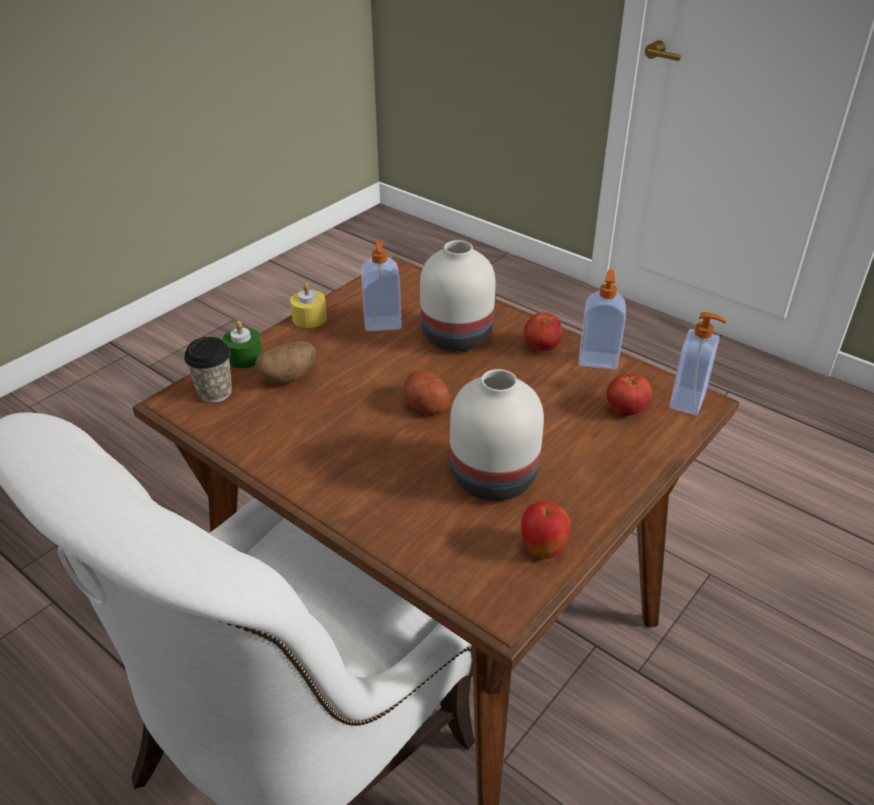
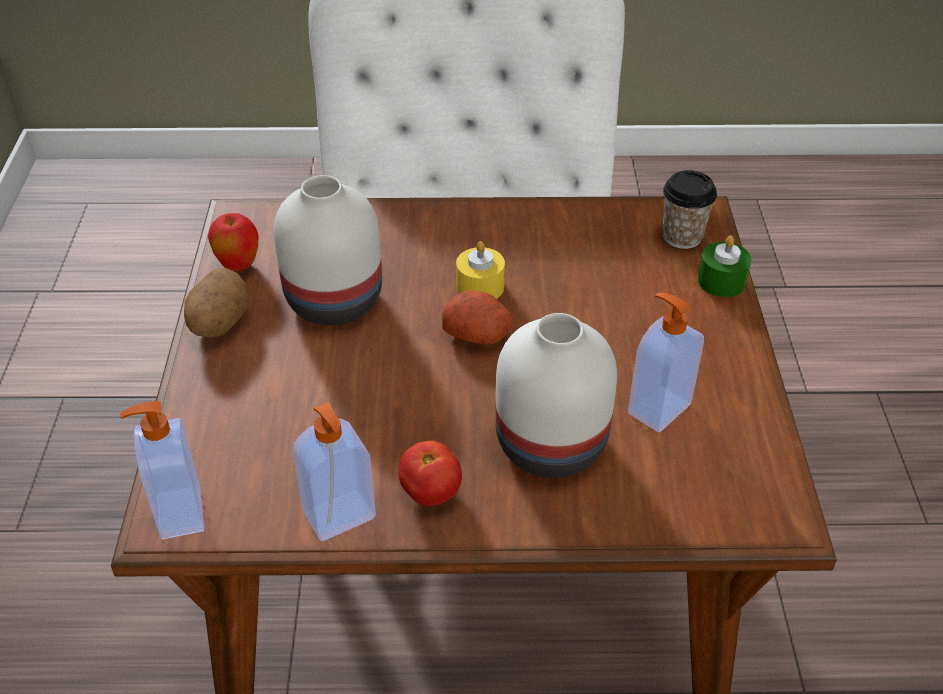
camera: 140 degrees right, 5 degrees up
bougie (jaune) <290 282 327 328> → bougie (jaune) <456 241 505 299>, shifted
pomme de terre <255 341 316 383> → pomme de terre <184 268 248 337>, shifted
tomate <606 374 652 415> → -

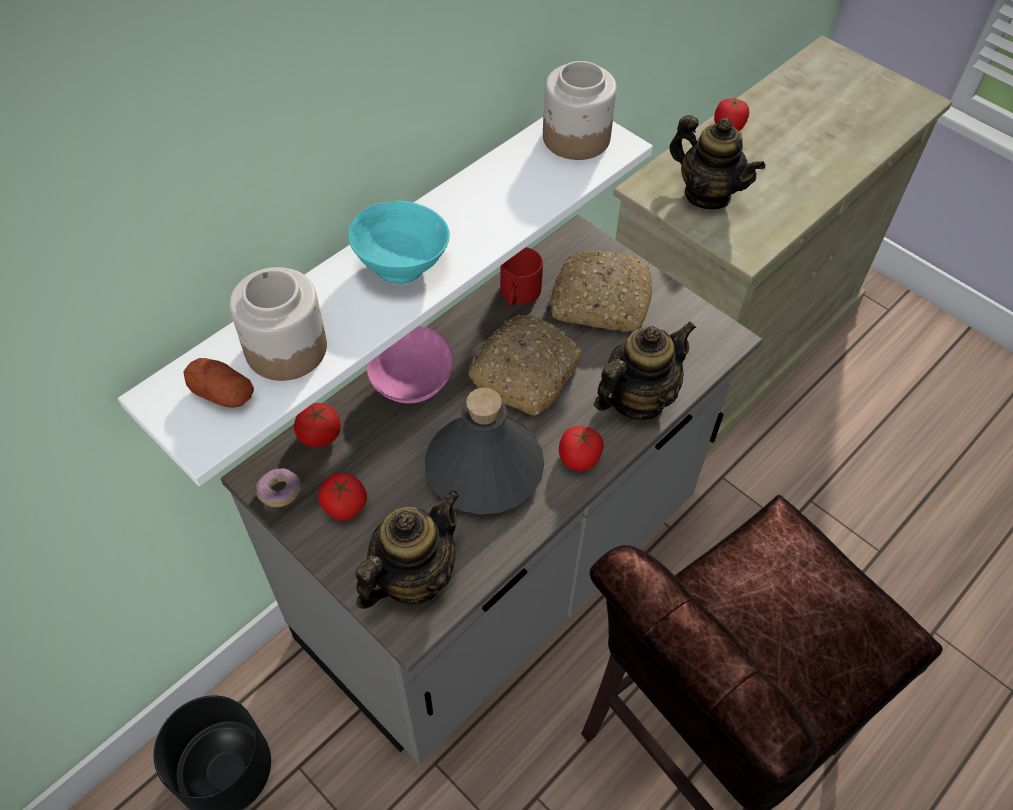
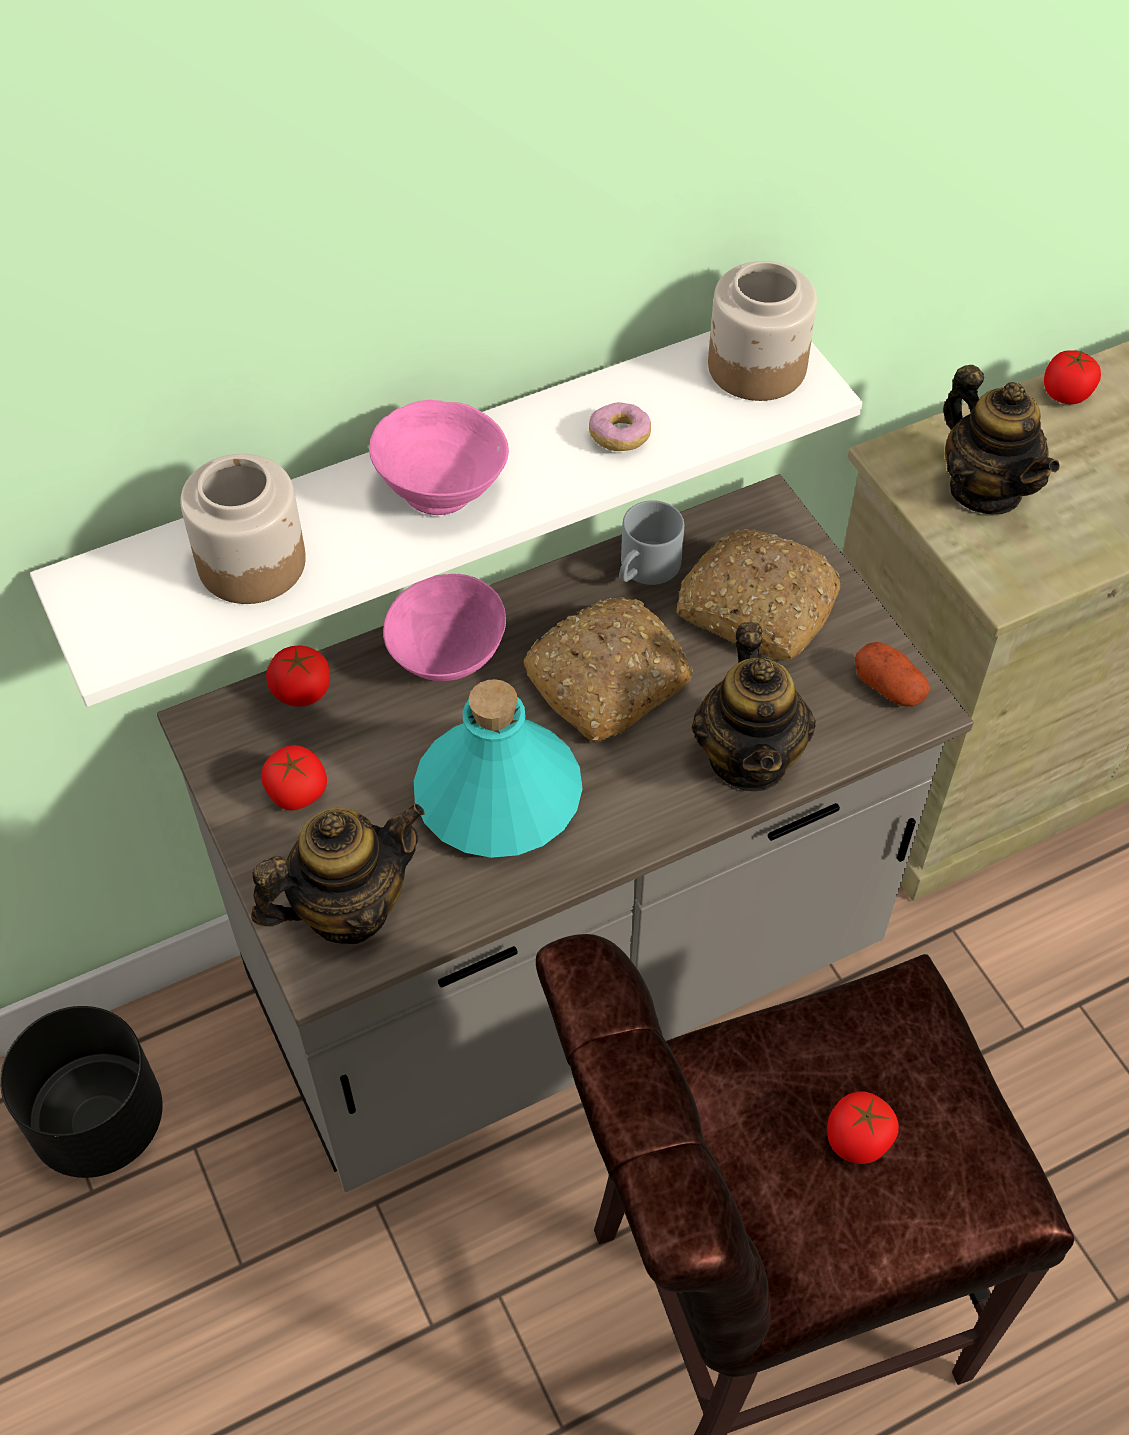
camera: 20 degrees right, 0 degrees up
bol (turquoise) <348 201 450 284> → bol (rose) <369 400 509 515>
mug (rouge) <500 247 543 306> → mug (gris) <619 500 684 585>
théière <594 321 696 420> → théière <692 622 816 792>, 105 degrees clockwise
pomme de terre <183 358 254 408> → pomme de terre <855 642 930 707>, shifted
bouteille (gris) <425 388 544 515> → bouteille (turquoise) <414 679 583 858>
tomate <559 426 604 471> → tomate <827 1092 899 1164>, shifted
beignet <256 468 301 507> → beignet <589 402 651 451>, shifted

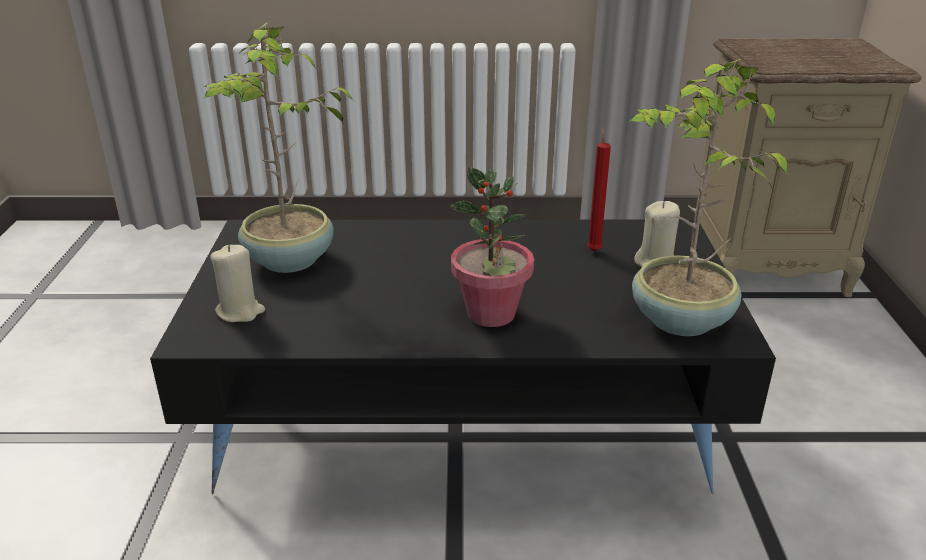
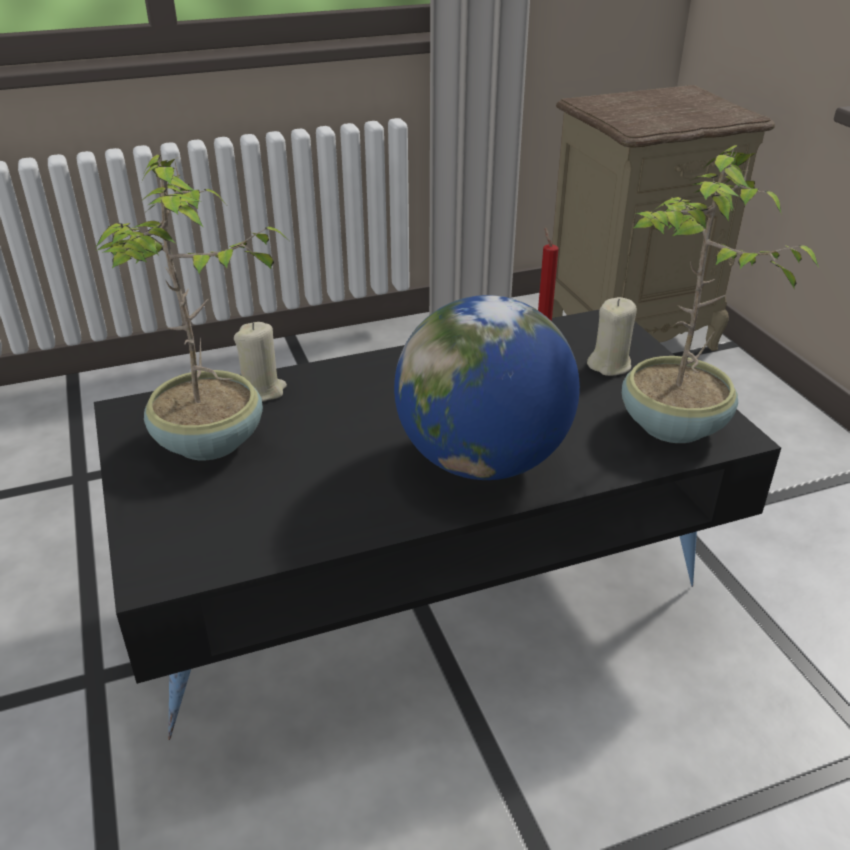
camera: 20 degrees left, 5 degrees up
plante en pot <450 167 534 327> → globe <394 295 580 480>
bougie (beige) <210 245 265 322> → bougie (beige) <234 322 287 402>, shifted

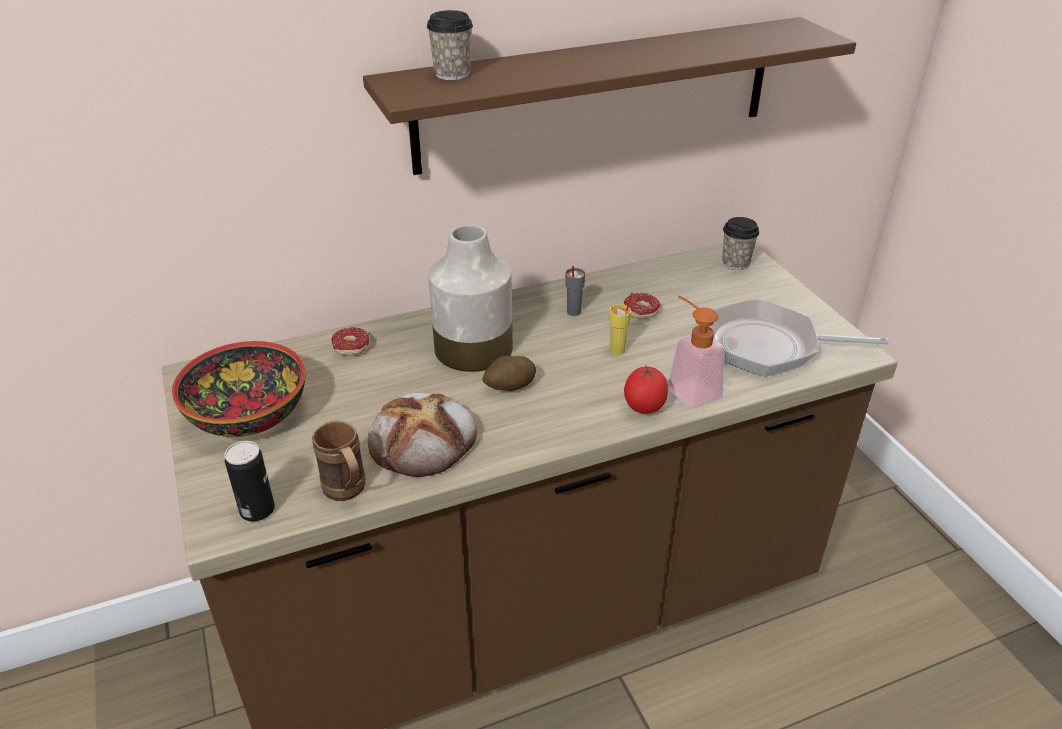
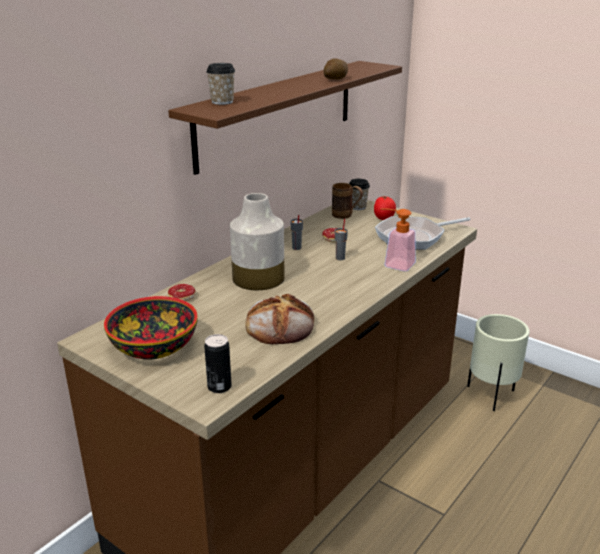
camera: 30 degrees left, 10 degrees down
tasse (jaune) <610 292 633 355> → tasse (gris) <335 218 348 260>
pomme de terre <482 356 536 391> → pomme de terre <324 59 348 79>, shifted
tomate <624 366 668 414> → tomate <374 196 396 220>, shifted
mug (marron) <312 421 366 501> → mug (marron) <332 183 363 219>, shifted
- → cache-pot (beige) <467 314 529 411>

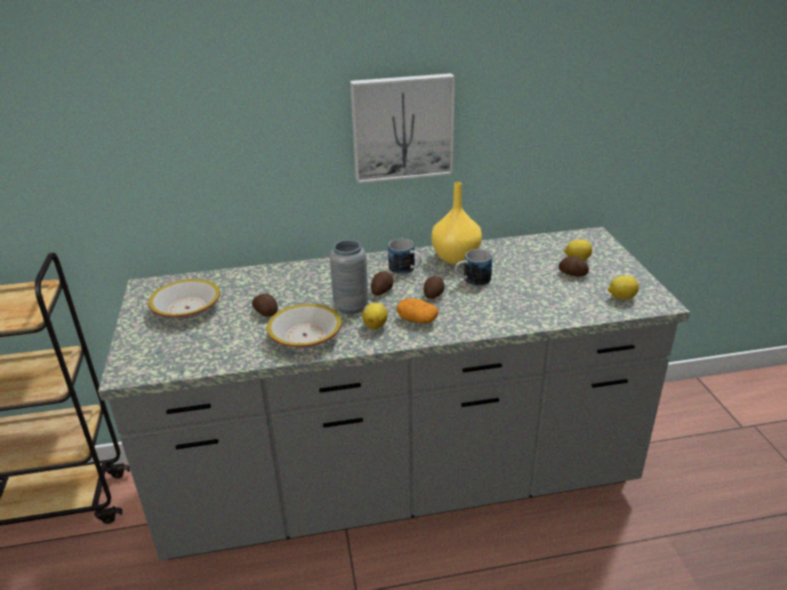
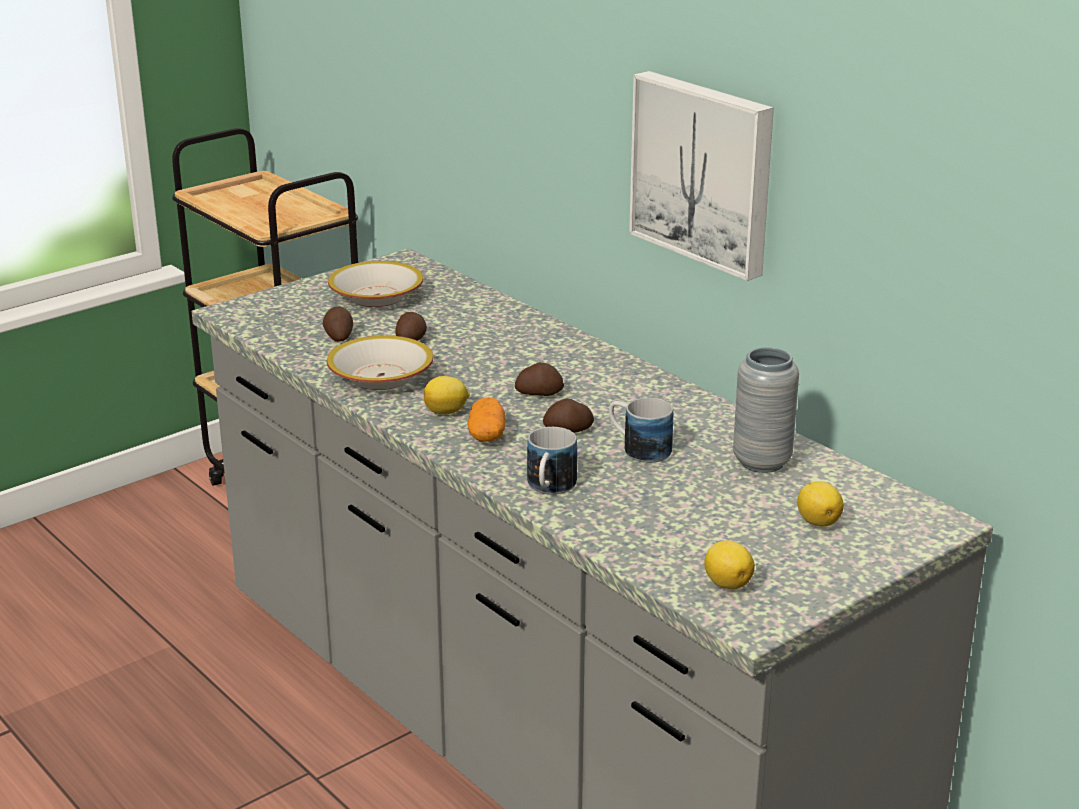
camera: 60 degrees right, 5 degrees down
vase (jaune) <431 182 482 265> → -
mug <388 239 422 274> → mug <527 427 577 494>, shifted
vase (gris) <329 240 368 314> → vase (gris) <733 347 799 473>, shifted
pomme de terre <559 256 589 276> → pomme de terre <323 307 353 342>, shifted

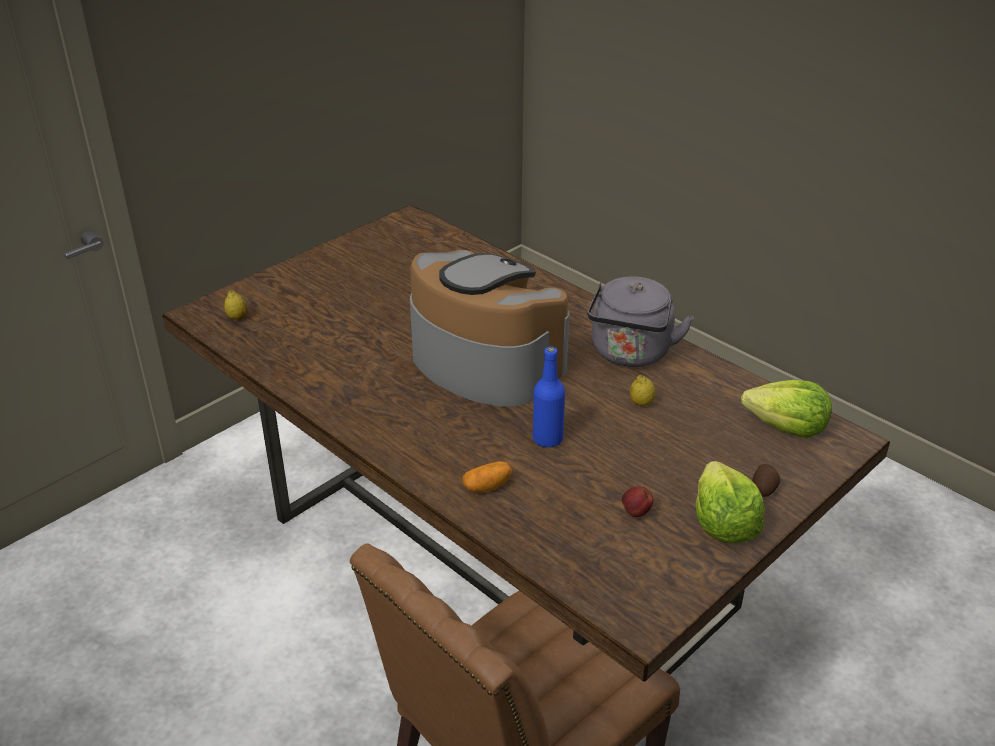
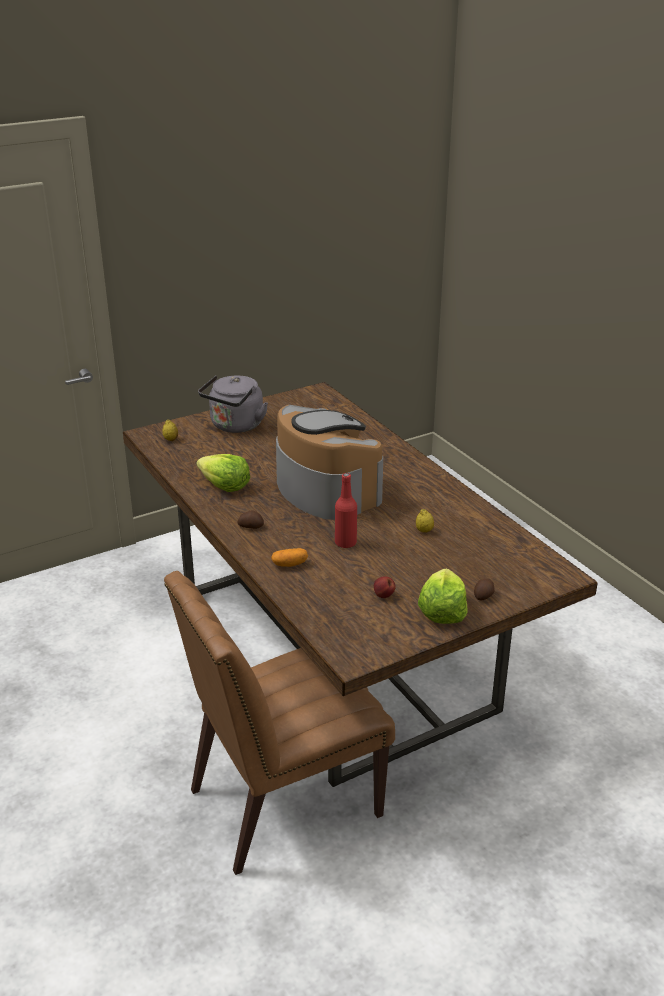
camera: 15 degrees right, 5 degrees down
bouilloire (gris) <587 276 694 367> → bouilloire (gris) <198 375 268 433>, shifted
bouteille (bleu) <533 346 565 448> → bouteille (rouge) <335 473 357 548>
laitue <741 380 832 438> → laitue <196 454 250 492>, shifted
- → pomme de terre <237 510 264 529>

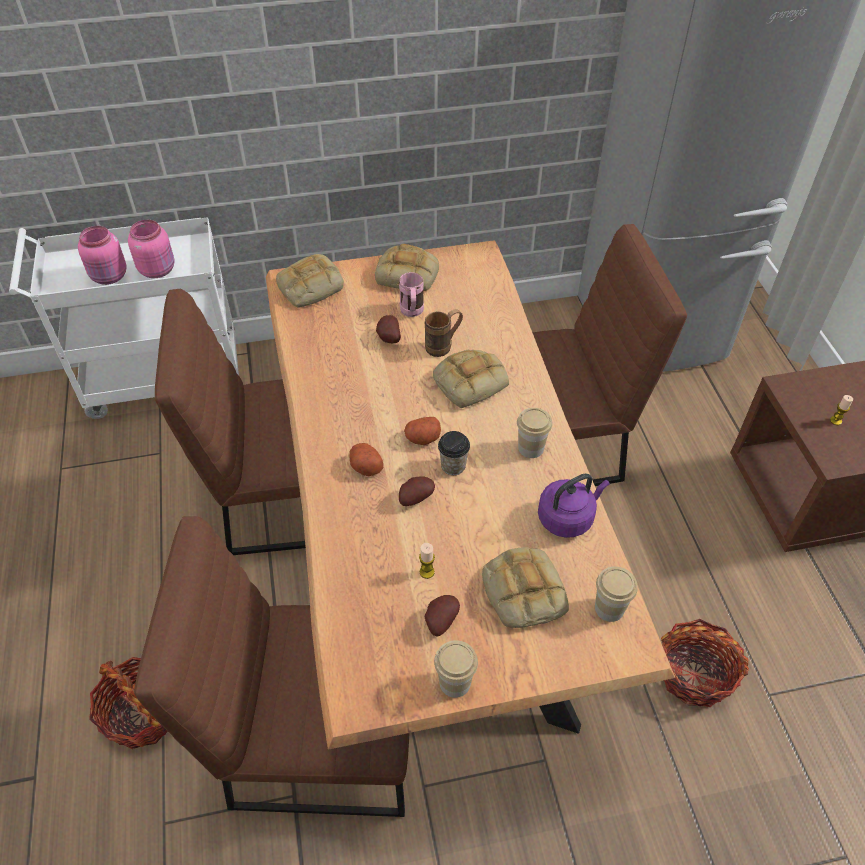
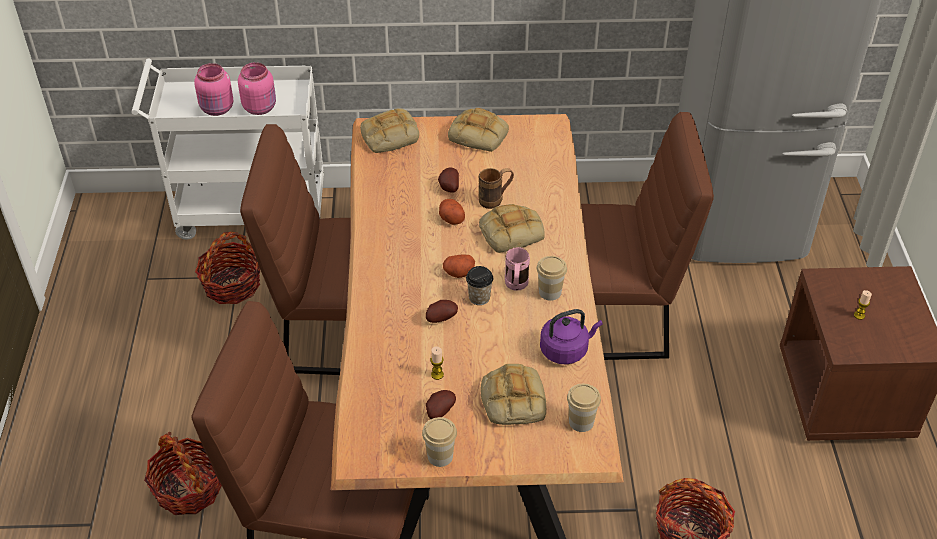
camera: 10 degrees right, 5 degrees down
mug (rose) <399 272 424 317> → mug (rose) <505 247 530 291>, shifted
pomme de terre <349 443 383 476> → pomme de terre <439 199 465 225>, shifted
- → panier <195 232 260 304>

